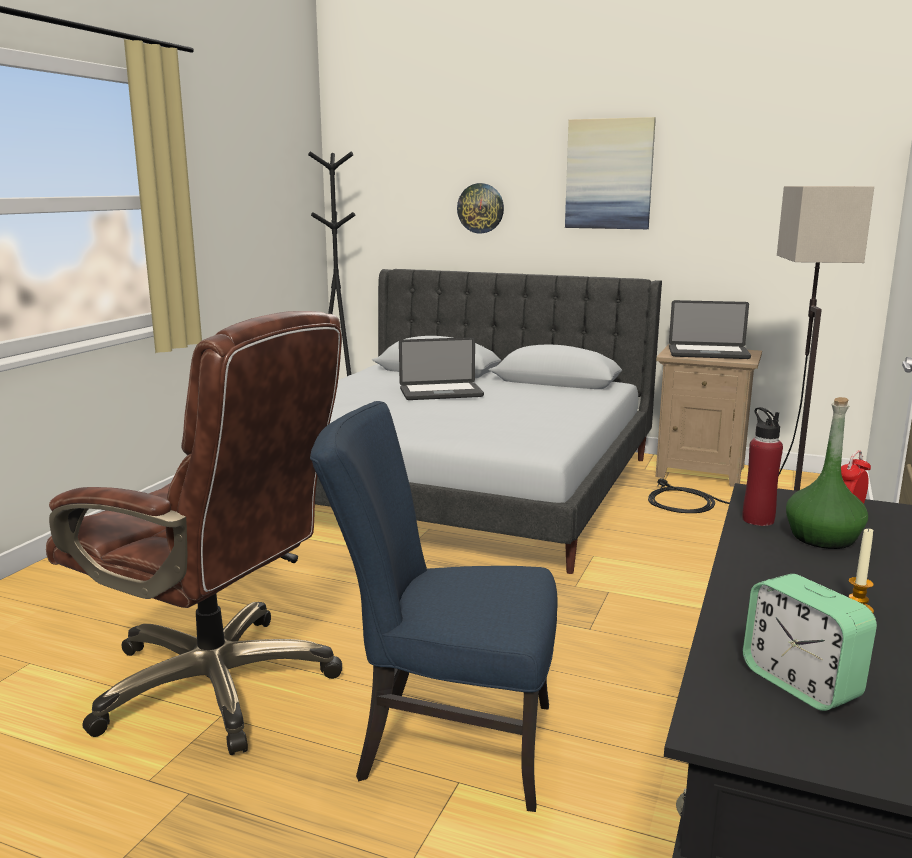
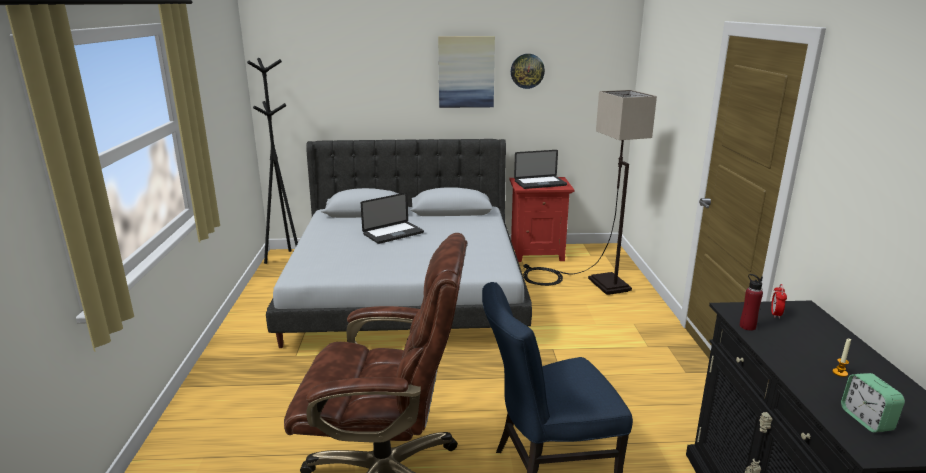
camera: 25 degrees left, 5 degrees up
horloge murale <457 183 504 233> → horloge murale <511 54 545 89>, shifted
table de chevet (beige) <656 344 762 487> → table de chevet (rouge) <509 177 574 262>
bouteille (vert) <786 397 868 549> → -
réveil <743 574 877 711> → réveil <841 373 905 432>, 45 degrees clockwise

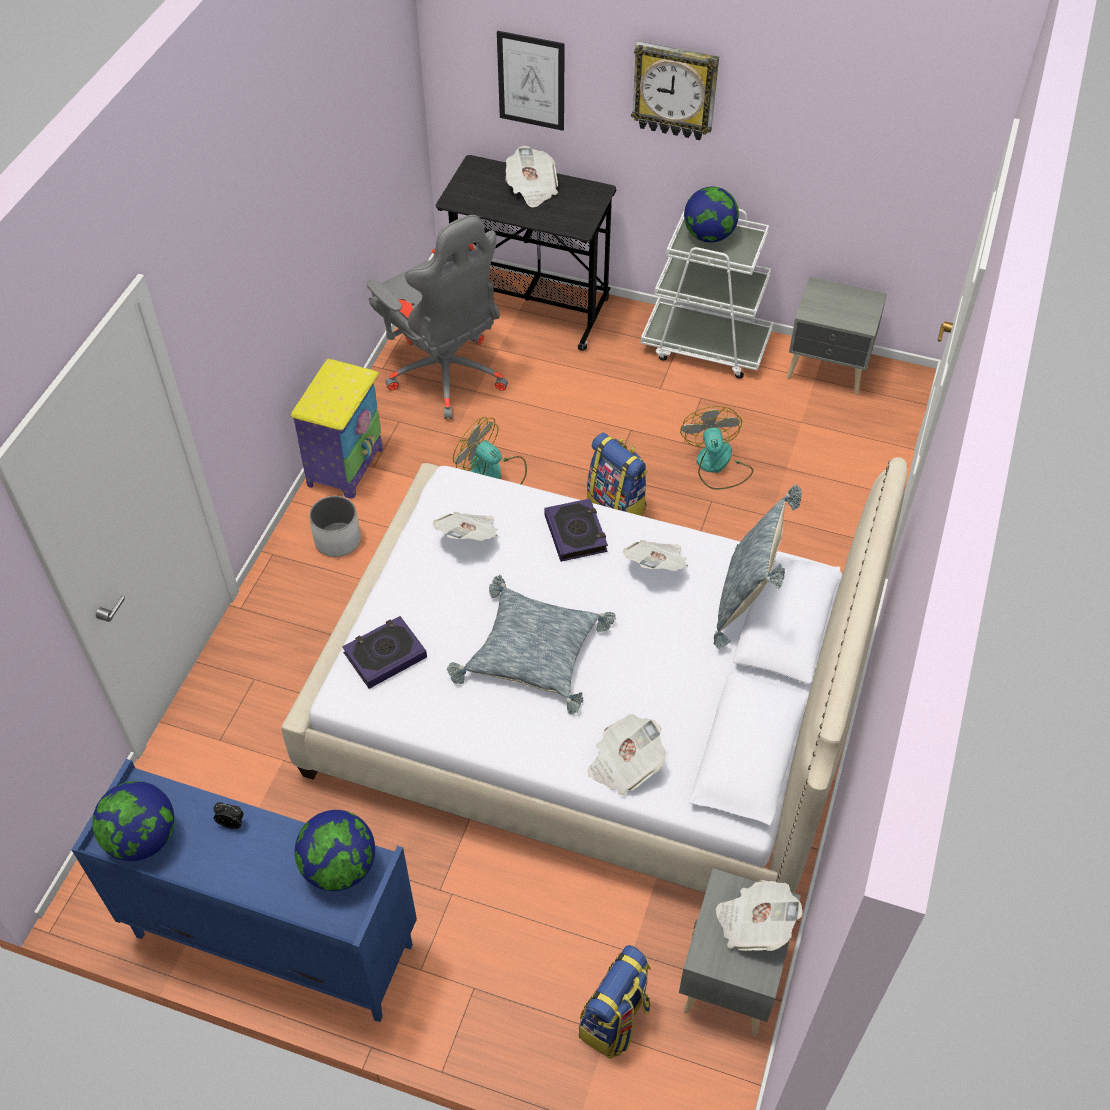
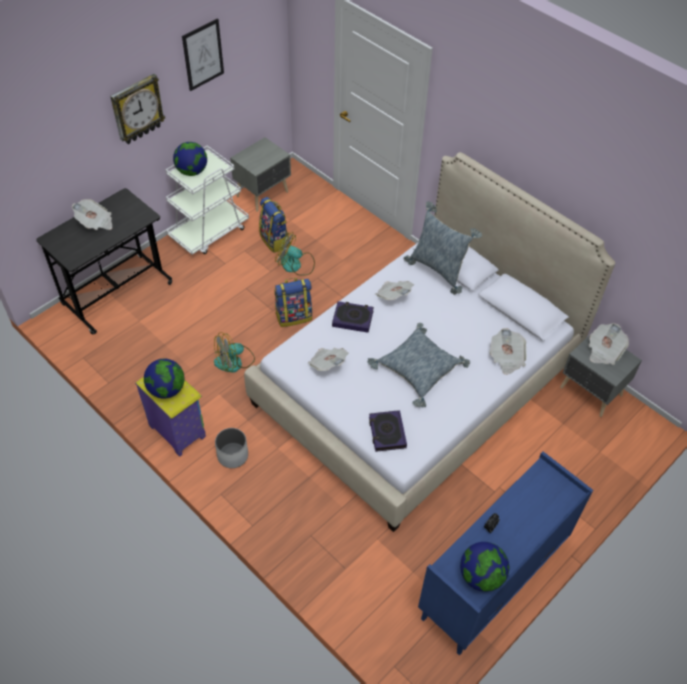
camera: 65 degrees left, 0 degrees up
tableau <497 31 565 131> → tableau <182 18 224 91>, shifted
chaise de bureau (gris) <367 215 508 419> → -
globe <295 810 375 891> → globe <144 359 185 399>, shifted
sac à dos <578 945 651 1059> → sac à dos <259 197 290 253>, shifted

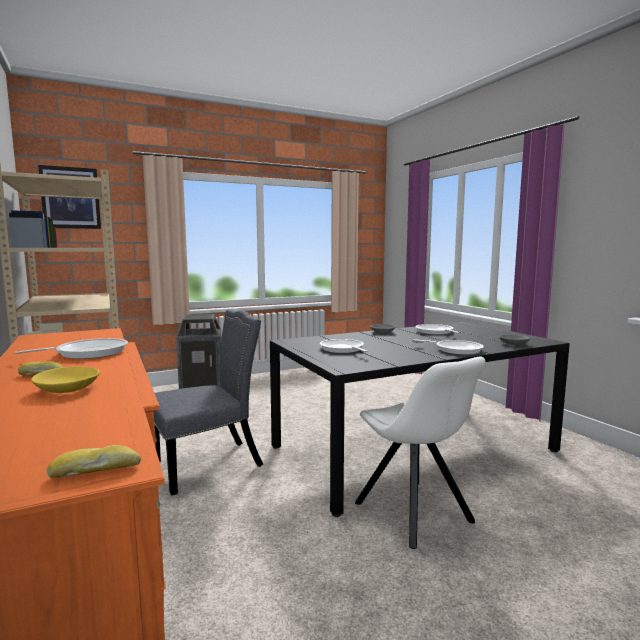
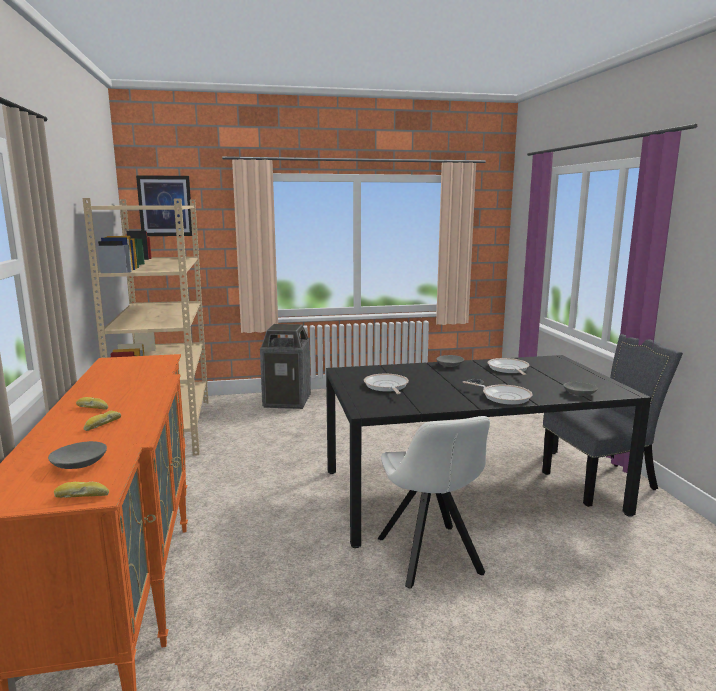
camera: 15 degrees right, 5 degrees up
chaise (gris) <154 310 263 495> → chaise (gris) <542 334 683 507>, shifted
poêle <14 338 128 359> → -
bol (jaune) <31 366 100 393> → pain <83 411 121 431>
- → bol (gris) <48 441 107 469>

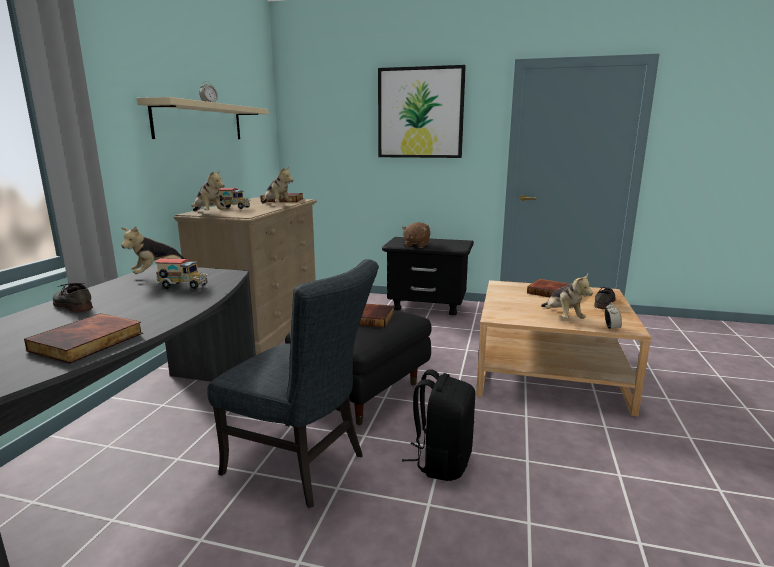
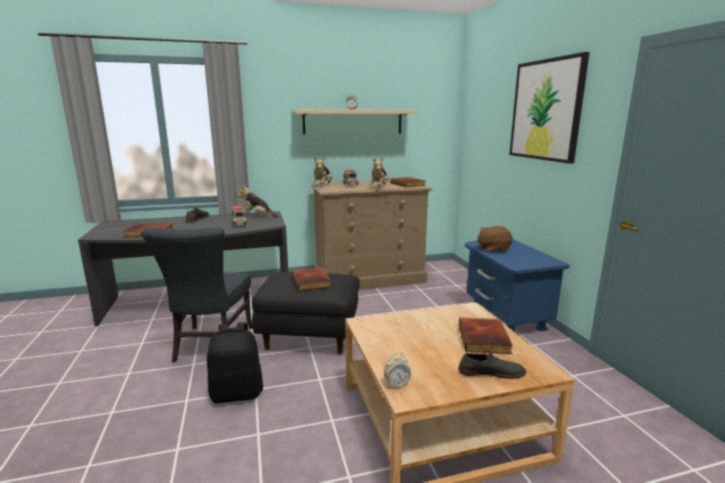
camera: 60 degrees right, 0 degrees up
table de chevet (noir) <382 237 474 315> → table de chevet (bleu) <465 239 570 332>
peluche <541 274 593 319> → -

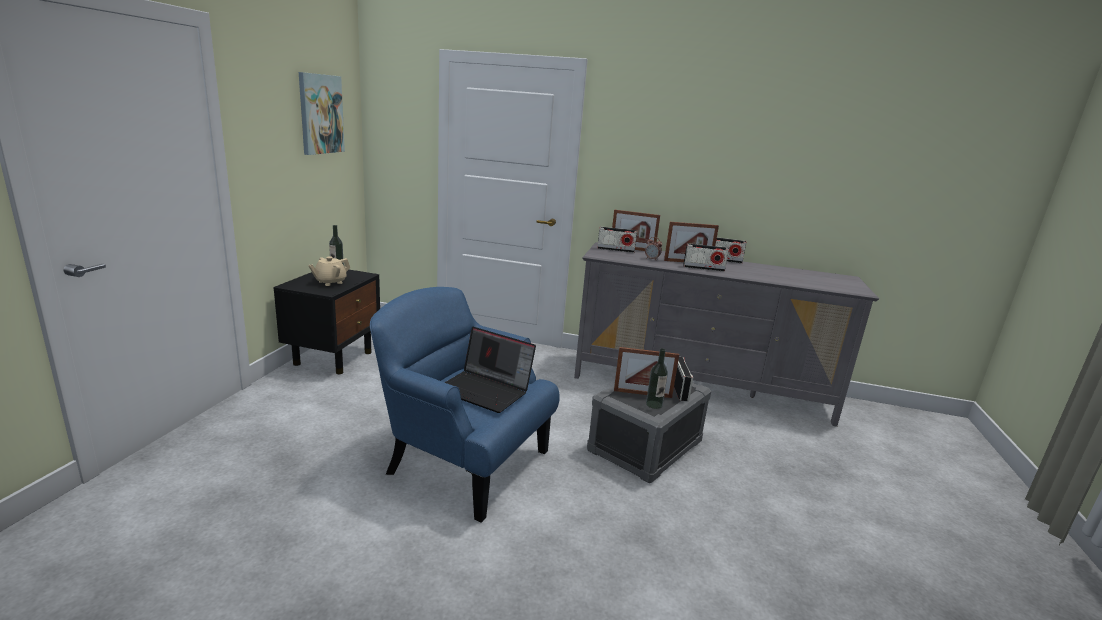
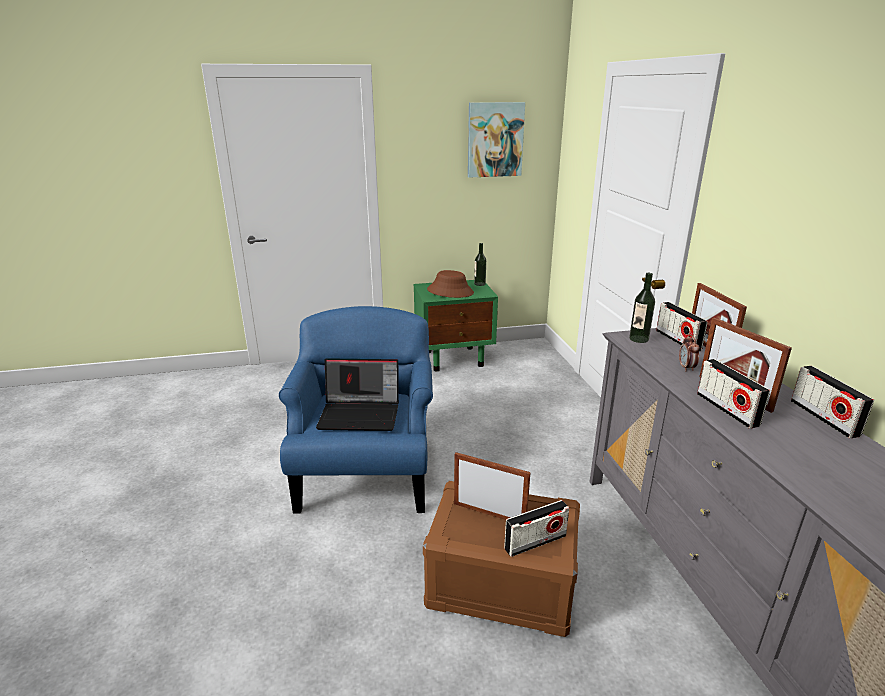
camera: 65 degrees right, 5 degrees up
théière (beige) <308 256 350 286> → chapeau (marron) <427 270 474 298>
table de chevet (noir) <273 270 380 374> → table de chevet (vert) <414 280 498 372>
ordinateur portable <445 327 536 413> → ordinateur portable <316 358 399 431>, 90 degrees counterclockwise
cadre photo <614 347 679 398> → cadre photo <454 452 531 520>, 135 degrees clockwise
bouteille <646 348 668 409> → bouteille <629 273 655 343>, shifted
boîte de rangement (gris) <587 383 711 483> → boîte de rangement (marron) <423 481 580 637>

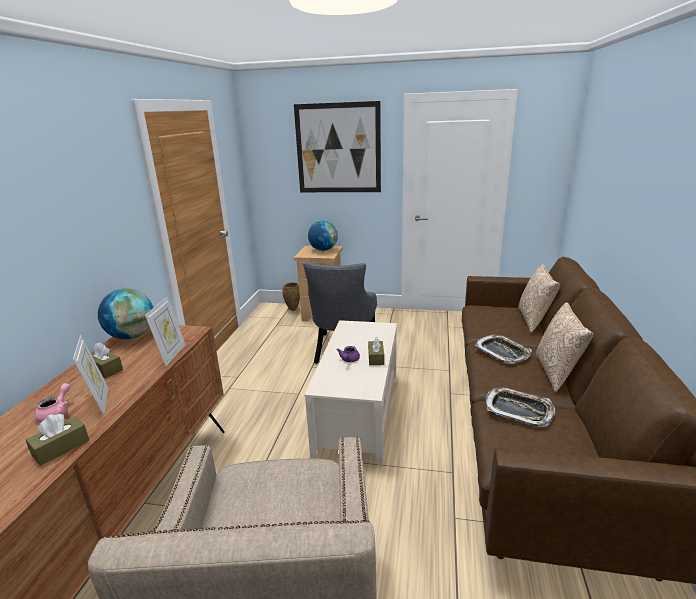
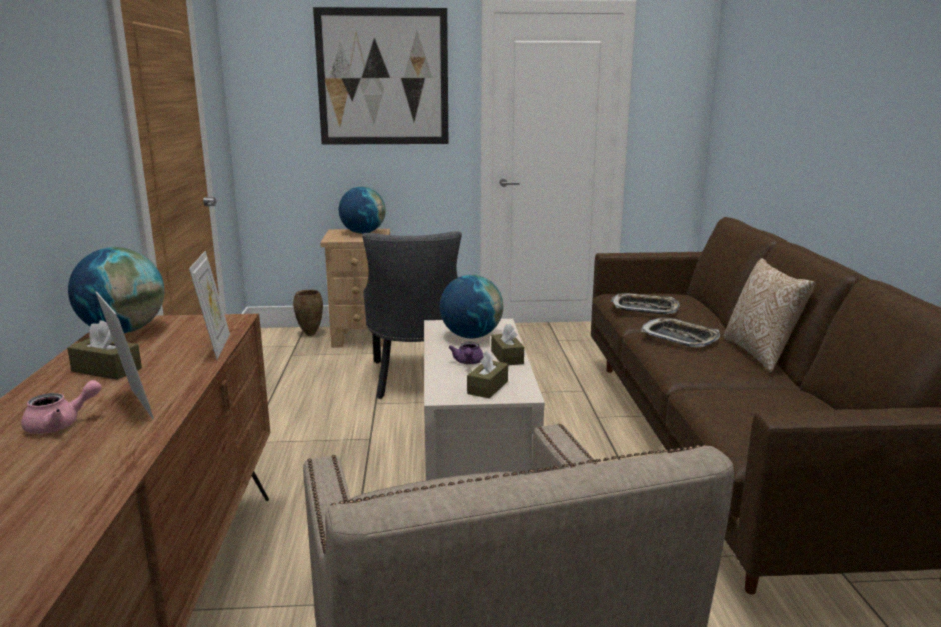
camera: 15 degrees left, 5 degrees down
coussin <518 264 560 333> → -
théière (rose) <35 383 70 423> → théière (rose) <21 380 102 434>, 60 degrees clockwise
plateau <485 387 555 427> → plateau <611 293 680 314>, shifted
boîte à mouchoirs (marron) <26 414 89 466> → boîte à mouchoirs (marron) <467 350 508 399>, shifted
- → globe <440 275 503 338>

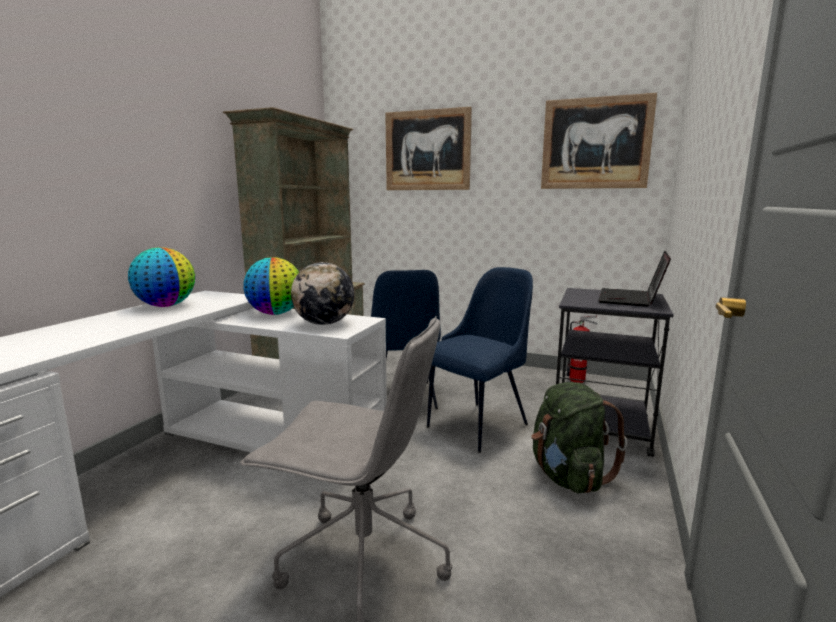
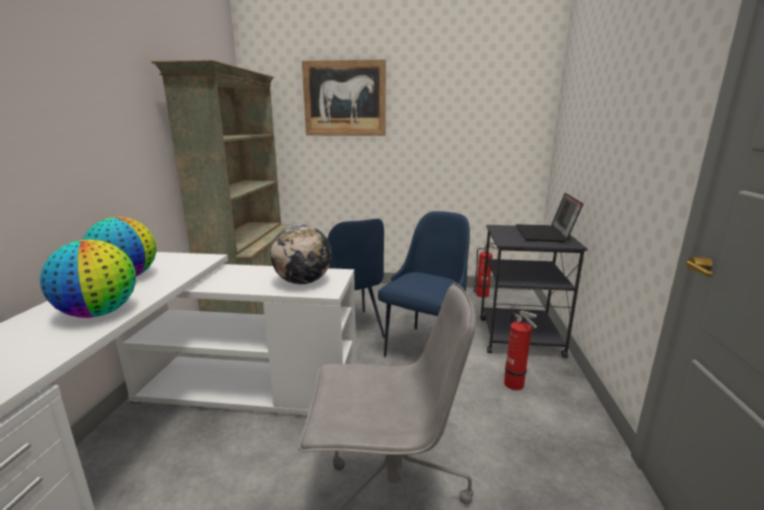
camera: 15 degrees left, 5 degrees up
tableau <541 93 657 189> → -
globe <243 257 299 315> → globe <40 239 136 318>, shifted
sac à dos (vert) <531 382 628 494> → extincteur <504 311 537 390>

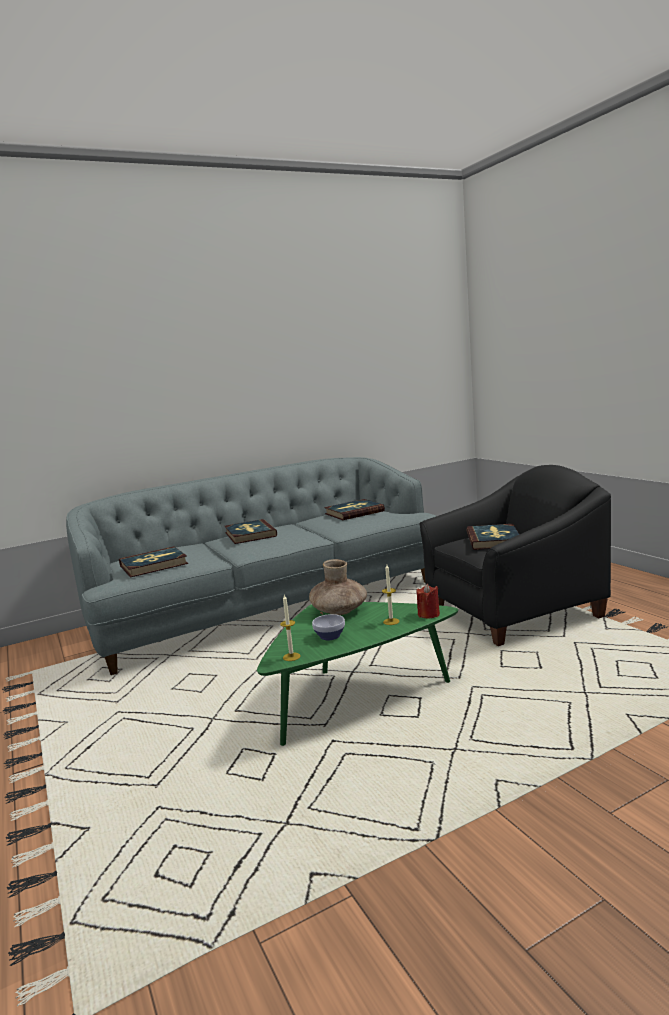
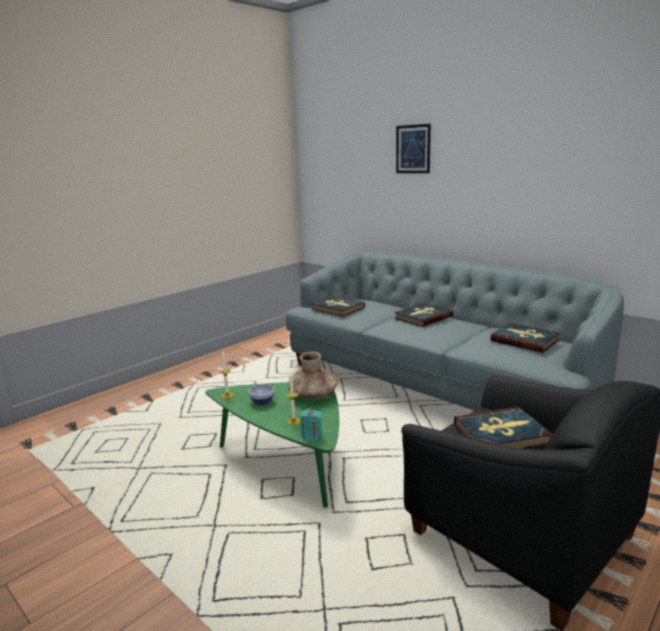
camera: 70 degrees right, 5 degrees up
bougie (rouge) <416 584 440 618> → bougie (turquoise) <300 408 322 441>
- → tableau <396 124 431 173>

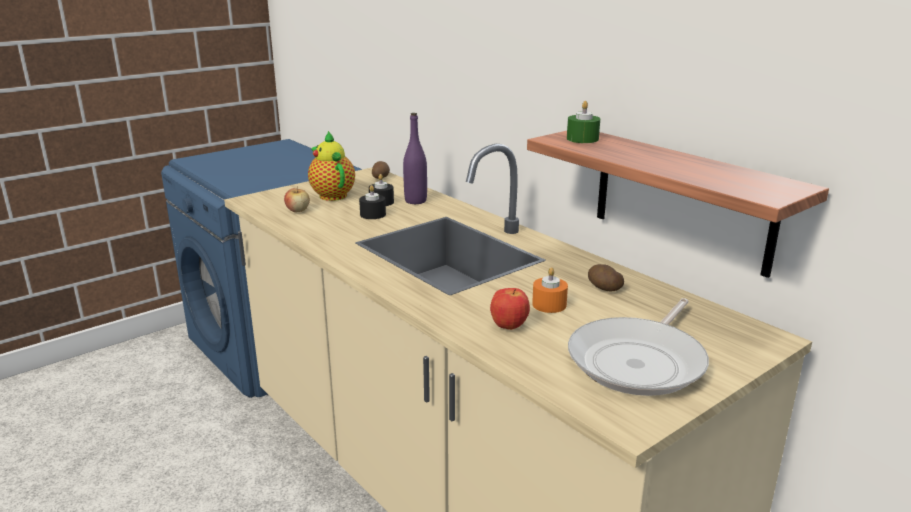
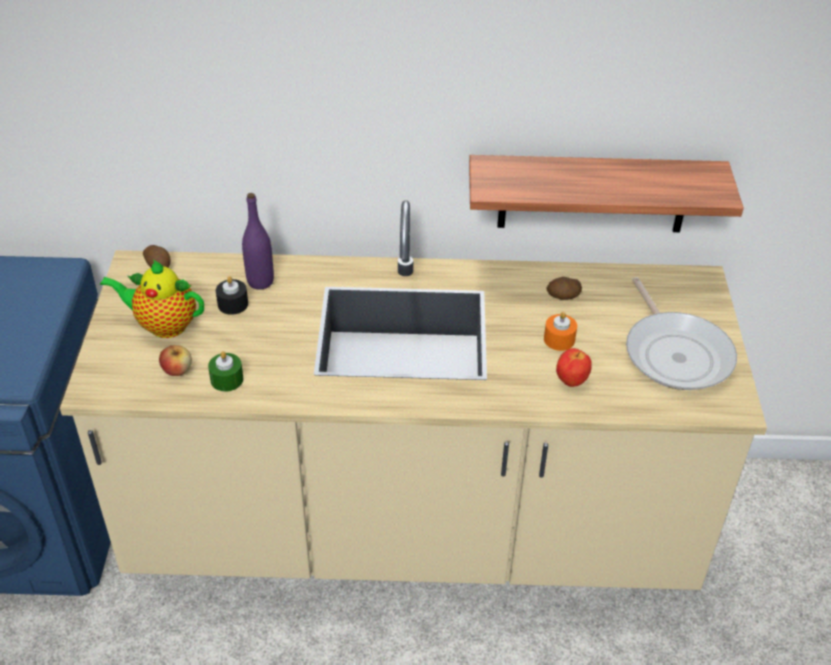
camera: 50 degrees left, 20 degrees up
bougie (vert) <567 101 600 143> → bougie (vert) <208 351 244 392>, shifted
bougie (noir) <359 185 386 219> → -

